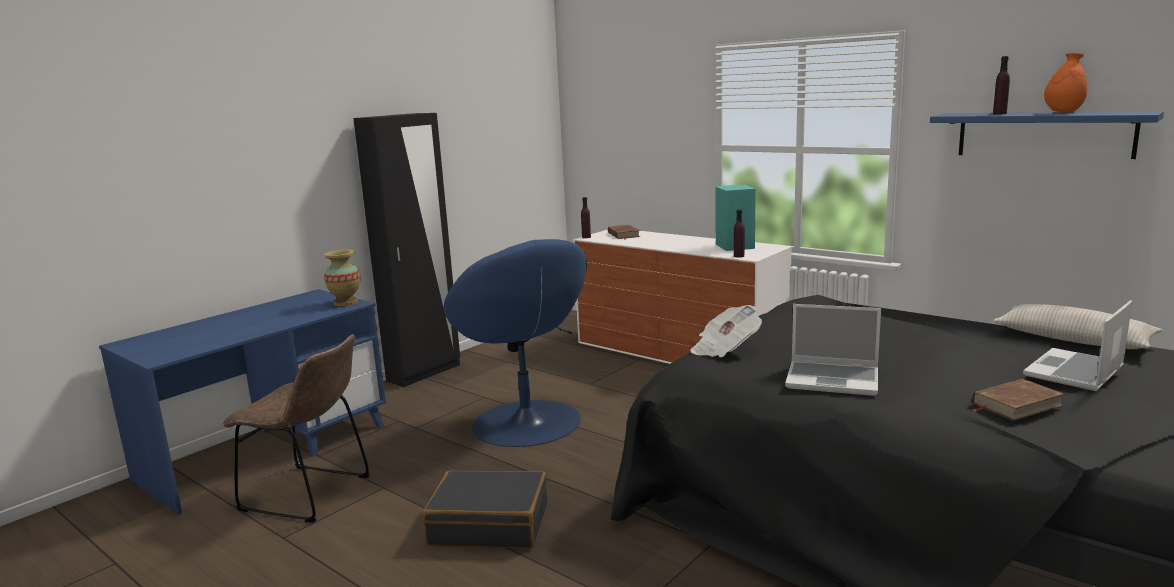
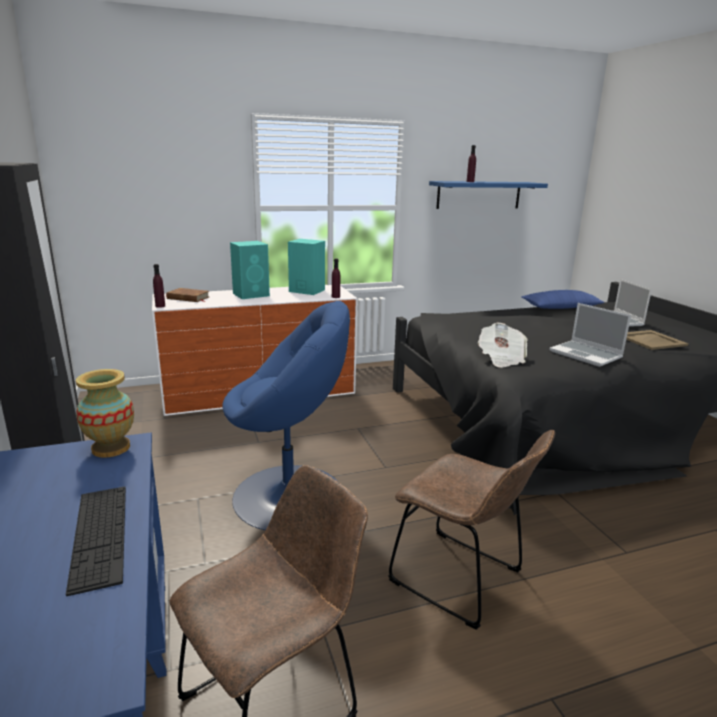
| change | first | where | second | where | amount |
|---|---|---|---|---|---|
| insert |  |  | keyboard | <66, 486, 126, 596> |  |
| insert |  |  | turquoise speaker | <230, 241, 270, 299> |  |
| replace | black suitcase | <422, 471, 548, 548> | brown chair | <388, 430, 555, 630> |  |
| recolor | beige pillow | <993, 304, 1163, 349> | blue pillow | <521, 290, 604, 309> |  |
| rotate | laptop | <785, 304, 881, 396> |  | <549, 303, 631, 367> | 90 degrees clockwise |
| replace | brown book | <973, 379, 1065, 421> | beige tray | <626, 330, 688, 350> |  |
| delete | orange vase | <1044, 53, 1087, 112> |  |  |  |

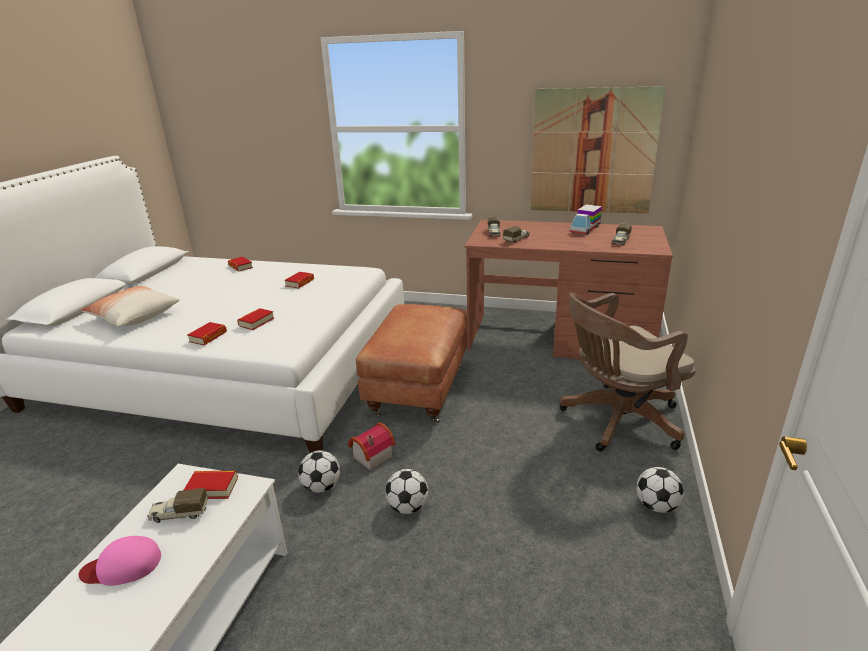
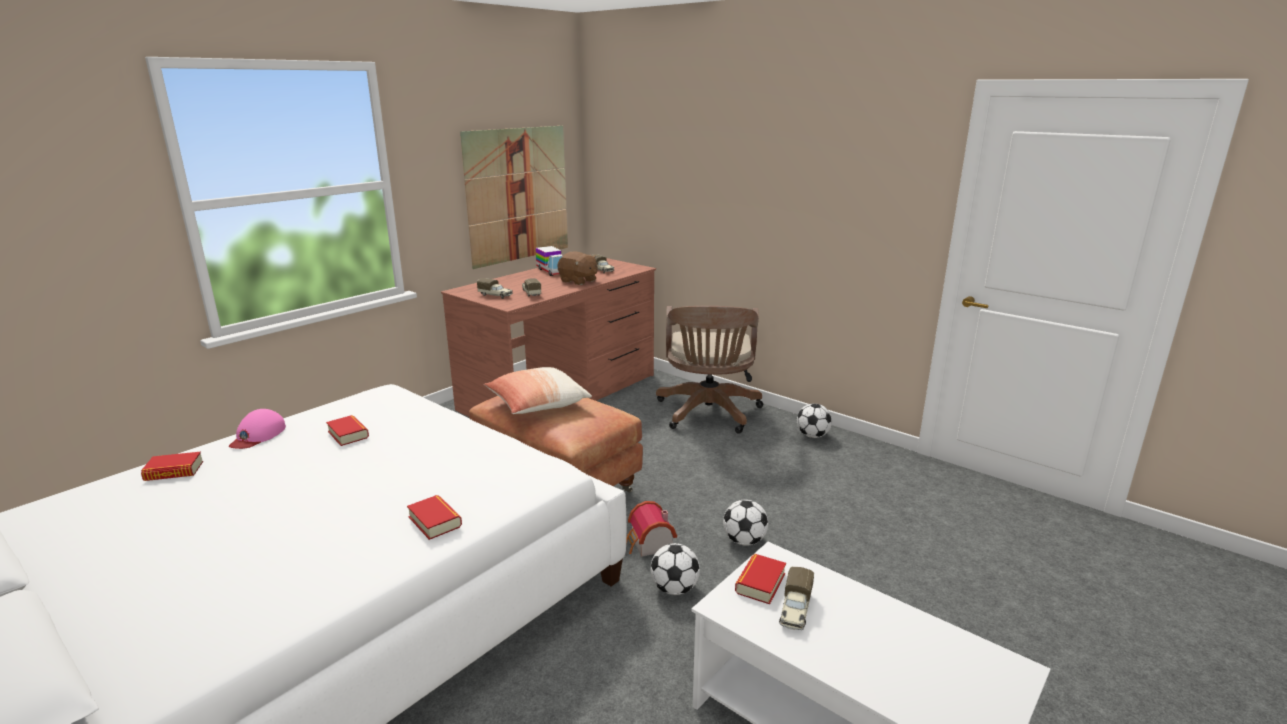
| change | first | where | second | where | amount |
|---|---|---|---|---|---|
| move | pink cap | <79, 536, 161, 586> |  | <229, 409, 286, 449> |  |
| move | pillow | <81, 286, 180, 327> |  | <484, 367, 592, 414> |  |
| insert |  |  | brown plush toy | <557, 252, 598, 285> |  |
| delete | book | <237, 308, 274, 330> |  |  |  |

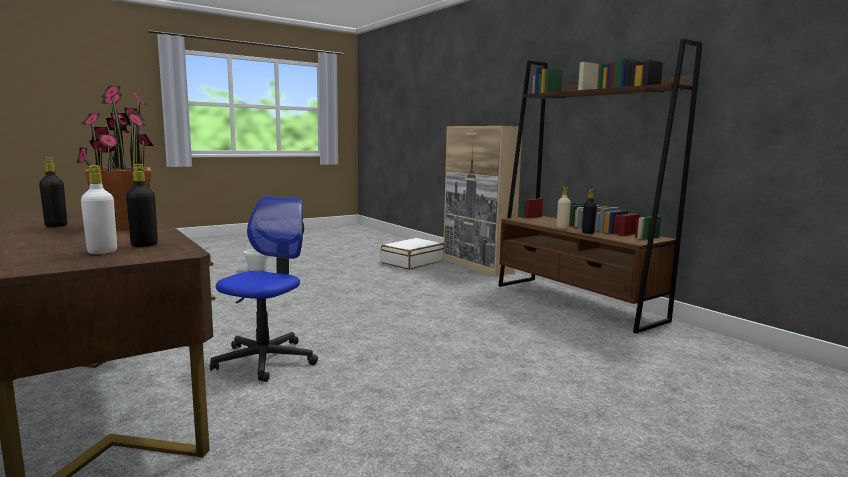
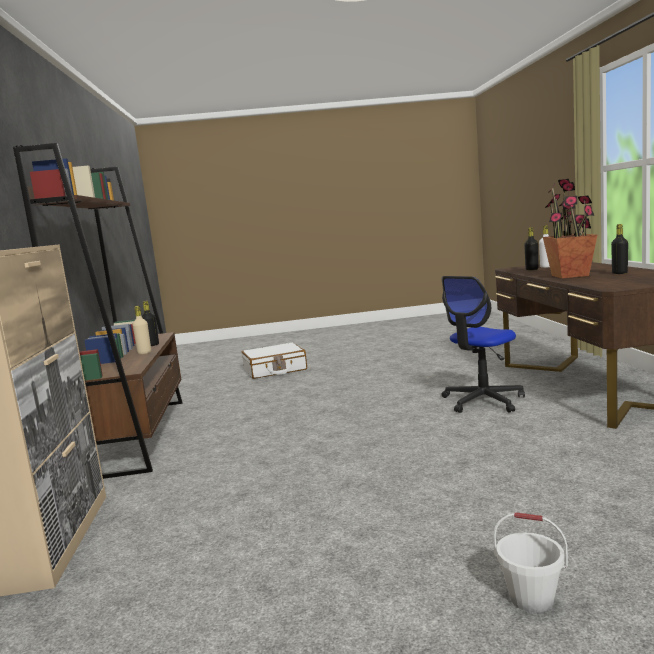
| change | first | where | second | where | amount |
|---|---|---|---|---|---|
| move | white suitcase | <381, 238, 444, 269> |  | <242, 343, 307, 379> |  |

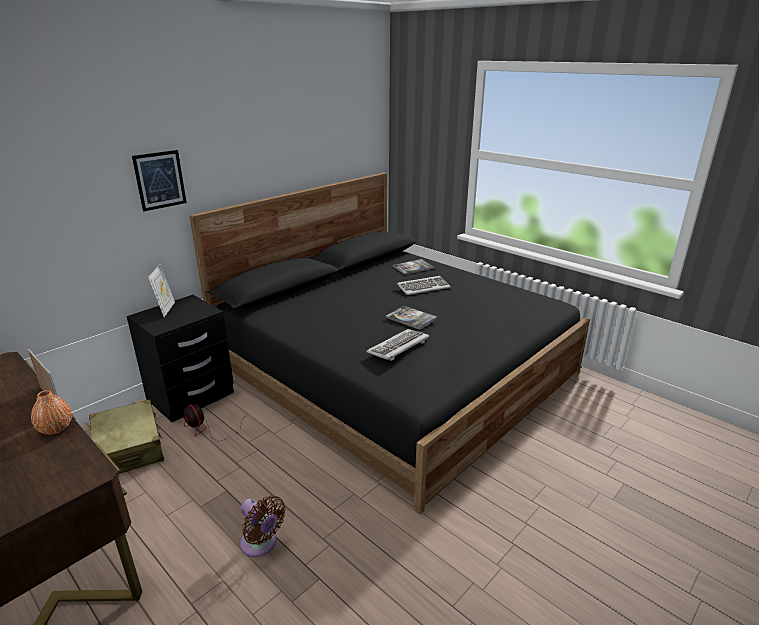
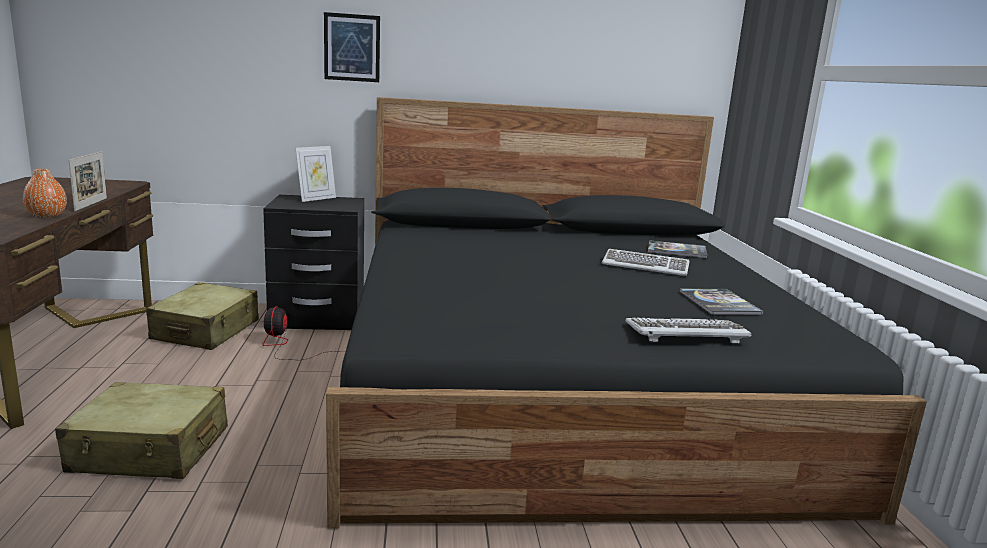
| change | first | where | second | where | amount |
|---|---|---|---|---|---|
| replace | brown fan | <240, 495, 286, 557> | beige suitcase | <55, 382, 228, 479> |  |
| move | keyboard | <366, 329, 429, 361> |  | <625, 317, 752, 343> |  |
| move | book | <385, 306, 438, 330> |  | <680, 288, 763, 315> |  |

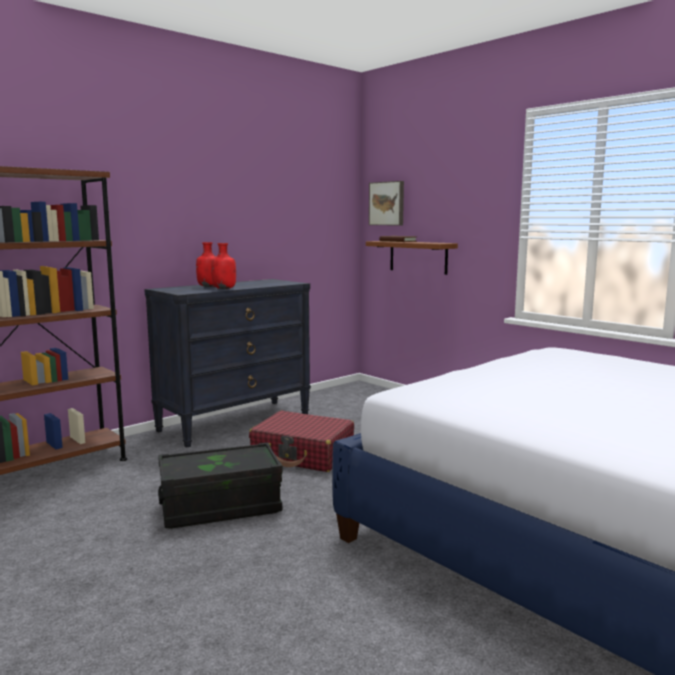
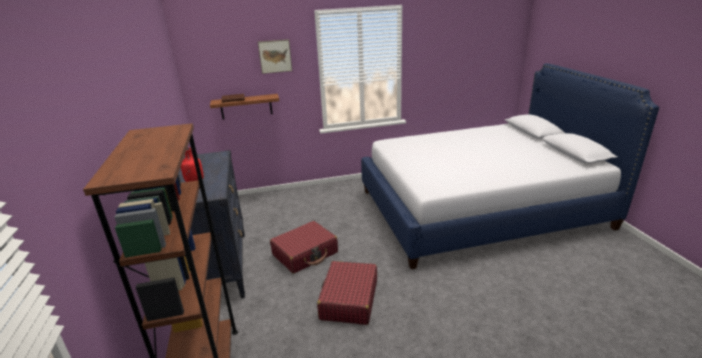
| change | first | where | second | where | amount |
|---|---|---|---|---|---|
| move | picture | <369, 181, 404, 226> |  | <258, 39, 292, 74> |  |
| replace | black storage box | <158, 442, 283, 529> | red suitcase | <317, 261, 377, 325> |  |
| delete | red bottle | <211, 243, 236, 289> |  |  |  |

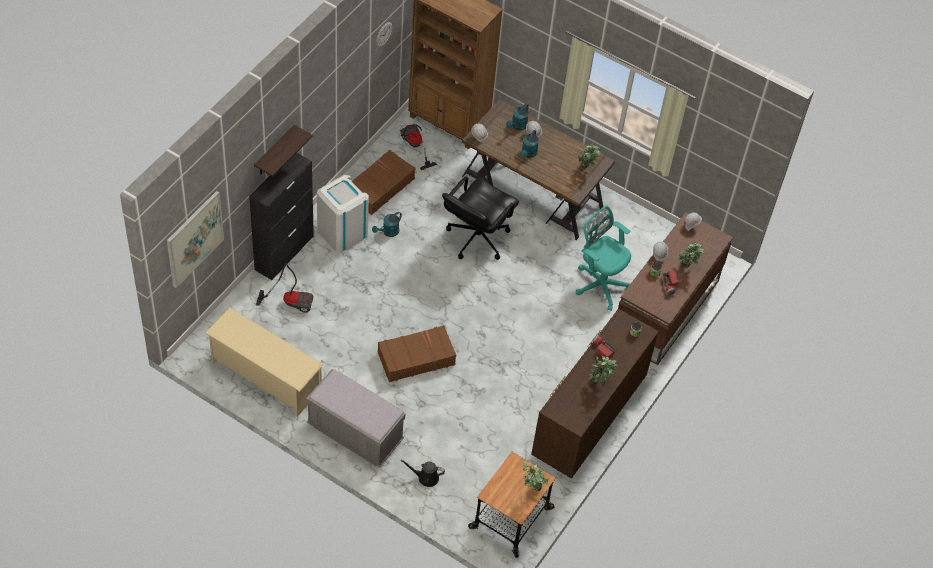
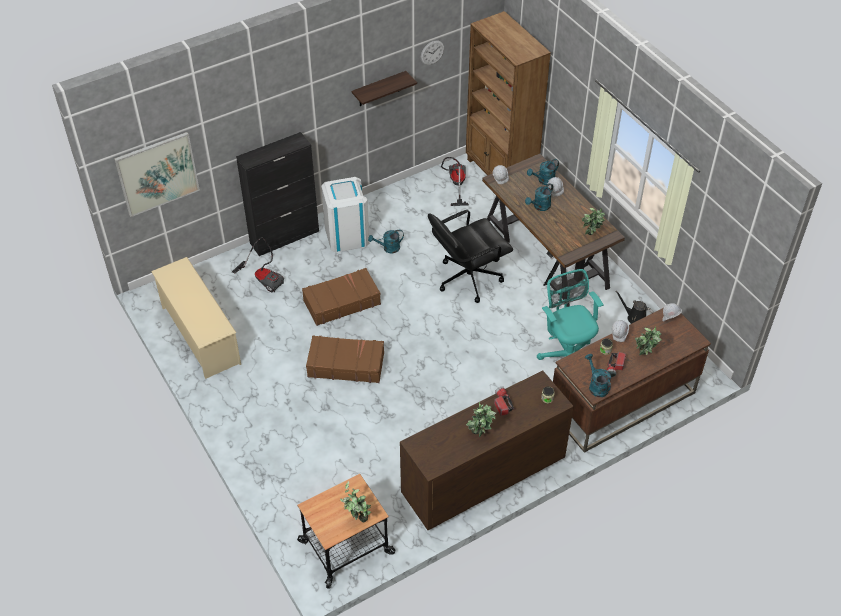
| change | first | where | second | where | amount |
|---|---|---|---|---|---|
| move | brown suitcase | <352, 150, 416, 215> |  | <302, 268, 381, 326> |  |
| move | shelf | <254, 125, 313, 177> |  | <352, 71, 417, 106> |  |
| insert |  |  | turquoise watering can | <585, 354, 611, 397> |  |
| move | black watering can | <400, 460, 445, 487> |  | <615, 291, 654, 324> |  |
| delete | grey bench | <306, 369, 405, 468> |  |  |  |

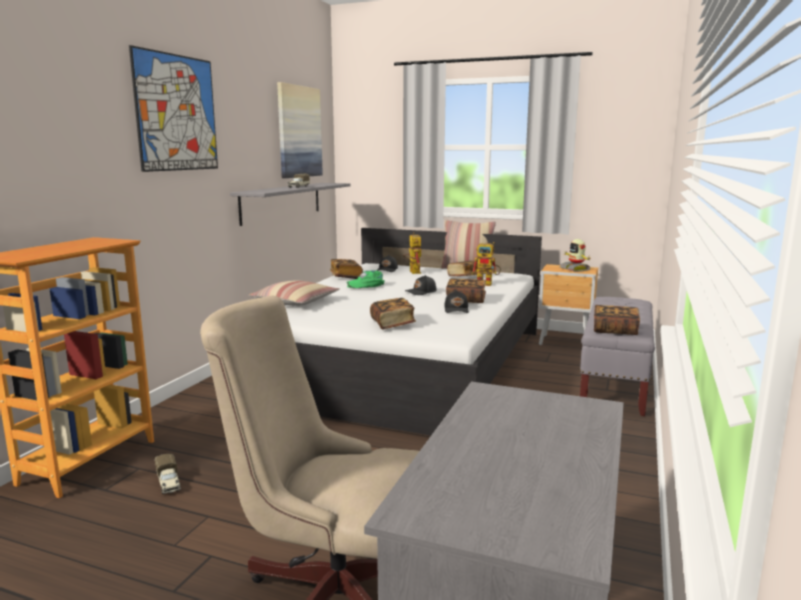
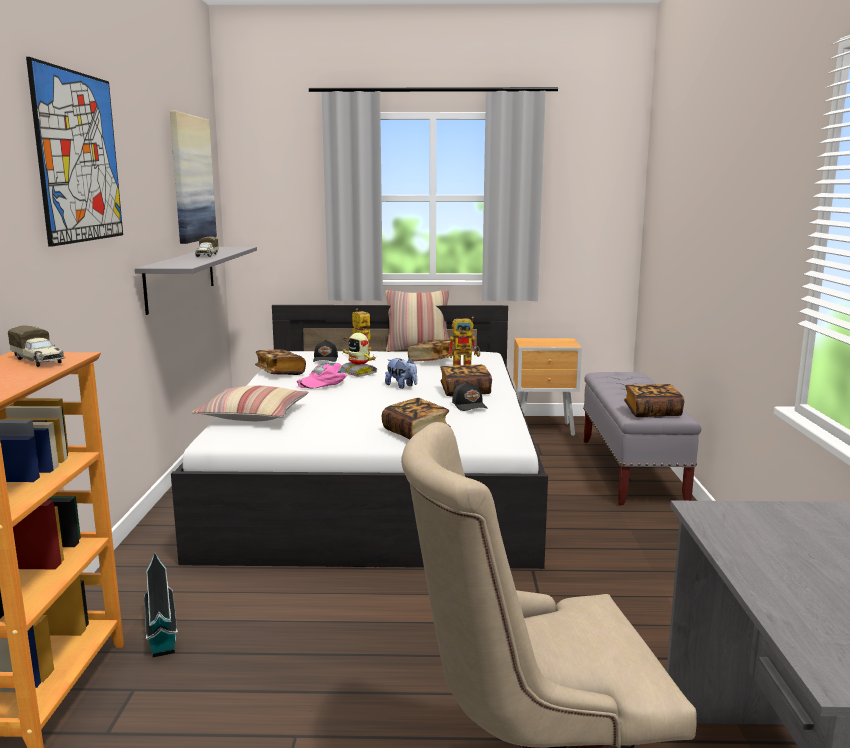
| change | first | where | second | where | amount |
|---|---|---|---|---|---|
| move | toy truck | <155, 454, 181, 494> |  | <8, 325, 65, 367> |  |
| insert |  |  | toy house | <144, 551, 178, 657> |  |
| recolor | green cap | <346, 270, 385, 288> | pink cap | <297, 363, 347, 388> |  |
| move | toy robot | <560, 239, 592, 272> |  | <342, 333, 377, 377> |  |
| replace | black cap | <405, 275, 437, 295> | plush toy | <385, 358, 417, 389> |  |

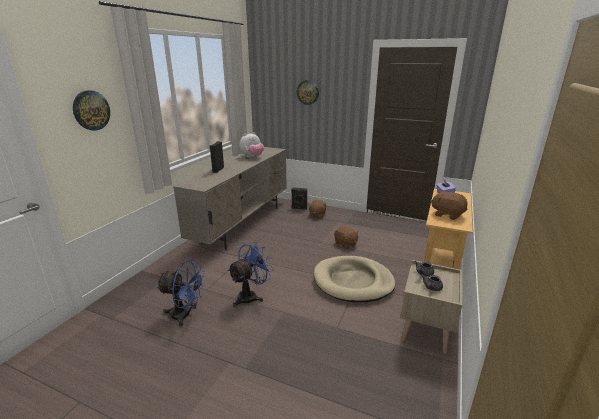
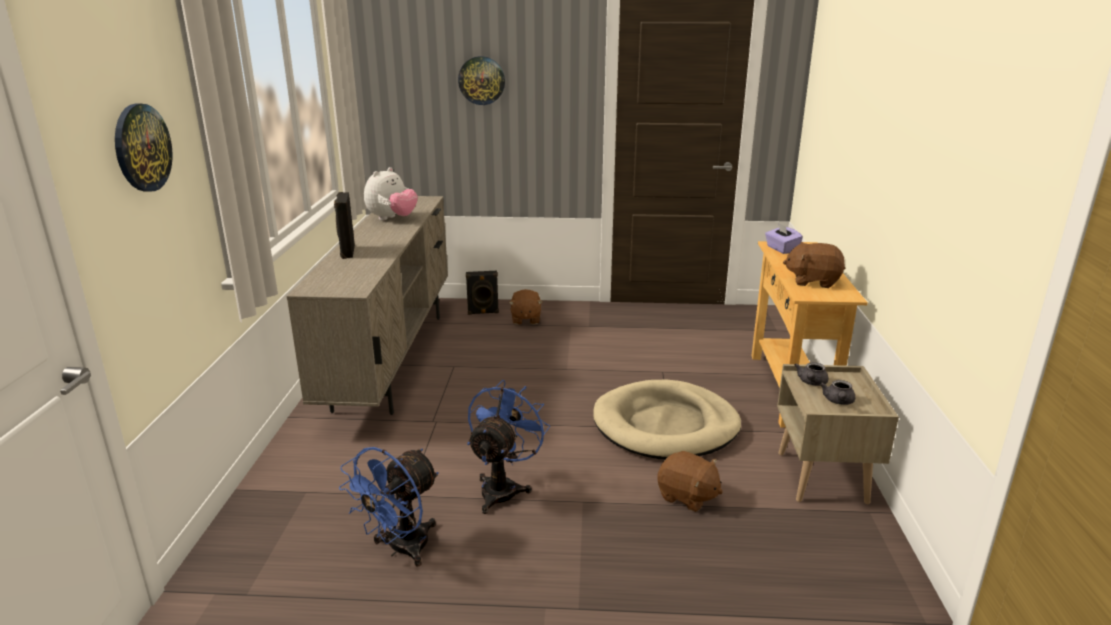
| change | first | where | second | where | amount |
|---|---|---|---|---|---|
| rotate | blue fan | <156, 261, 205, 326> |  | <339, 447, 439, 566> | 135 degrees clockwise |
| move | brown plush toy | <334, 226, 359, 249> |  | <657, 451, 723, 512> |  |

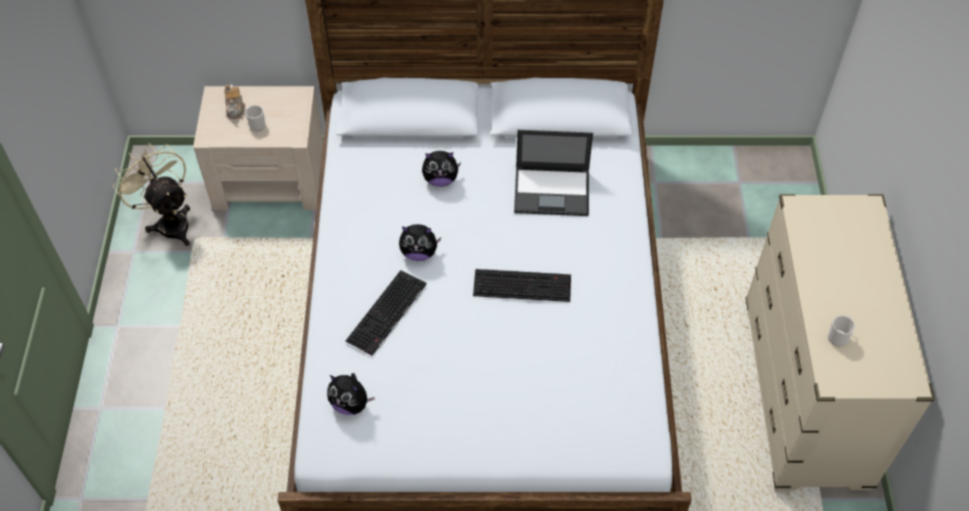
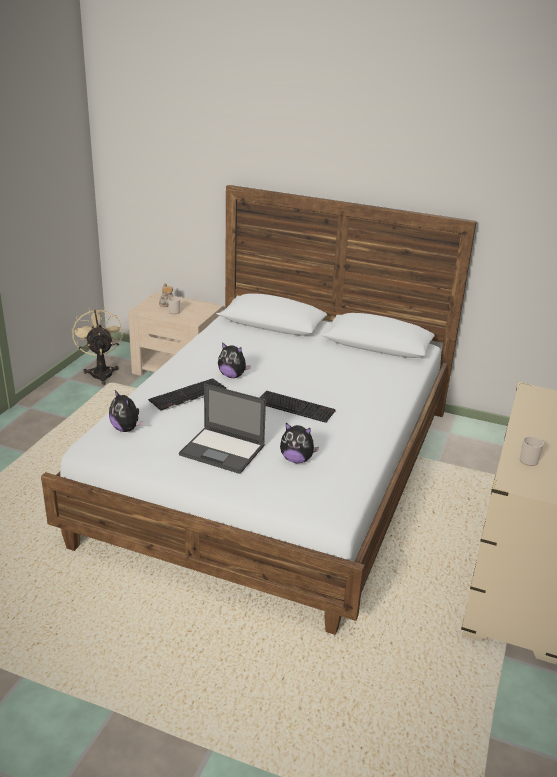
| change | first | where | second | where | amount |
|---|---|---|---|---|---|
| move | laptop | <514, 130, 593, 216> |  | <179, 383, 266, 474> |  |
| move | plush toy | <422, 151, 461, 187> |  | <280, 423, 319, 463> |  |

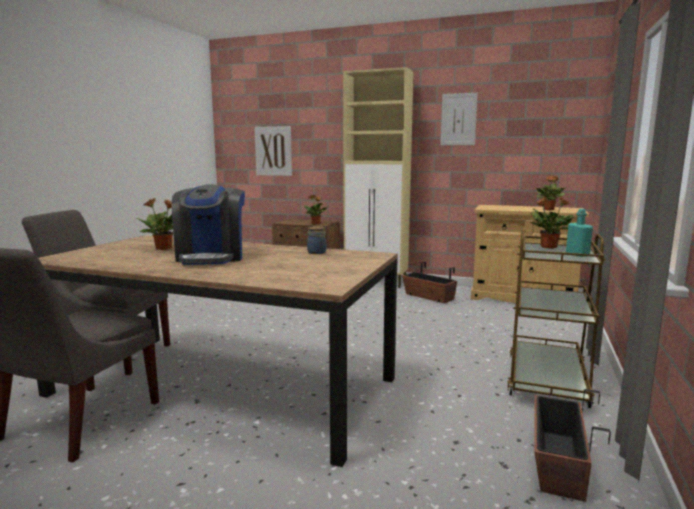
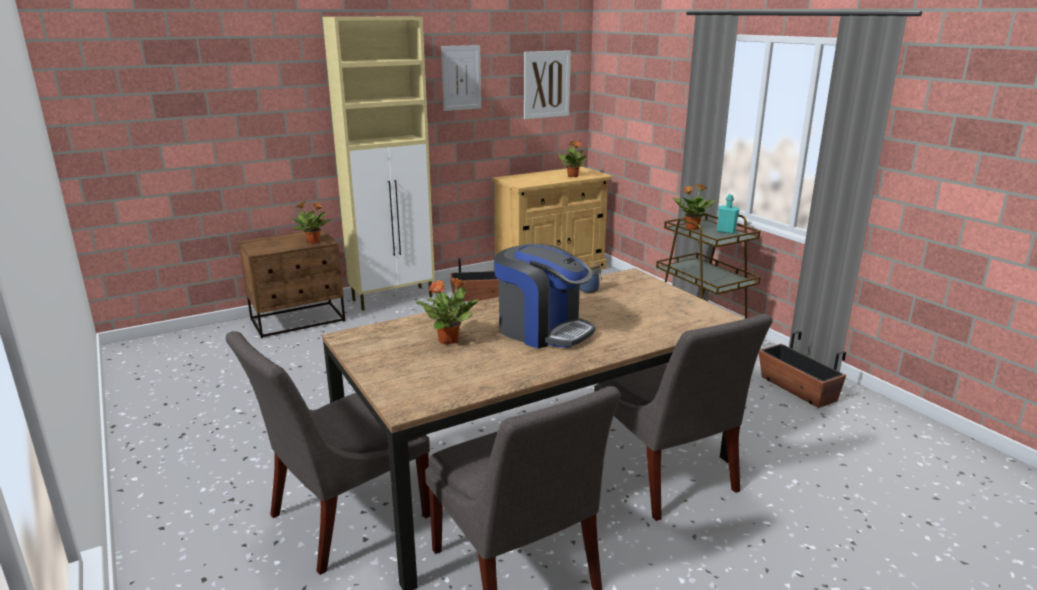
| change | first | where | second | where | amount |
|---|---|---|---|---|---|
| move | picture | <254, 126, 292, 176> |  | <524, 50, 571, 119> |  |
| insert |  |  | grey chair | <594, 314, 773, 521> |  |

